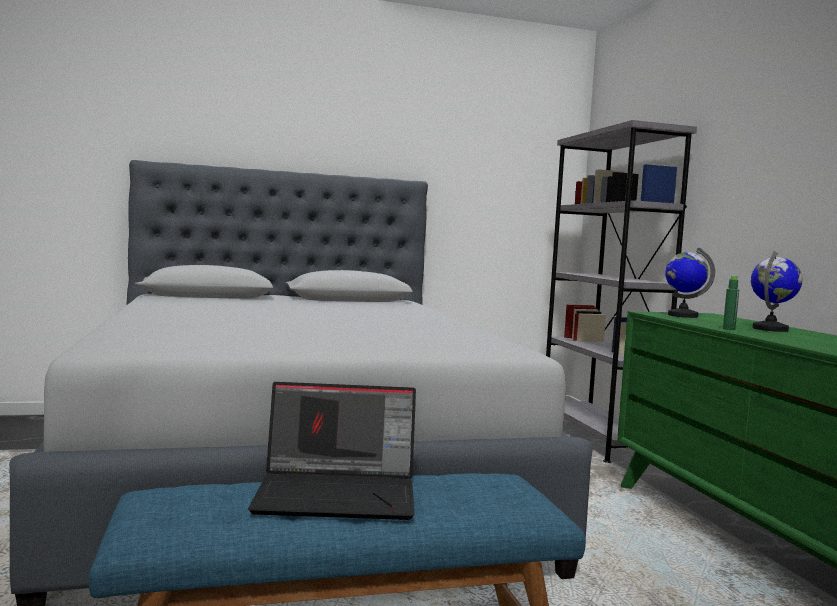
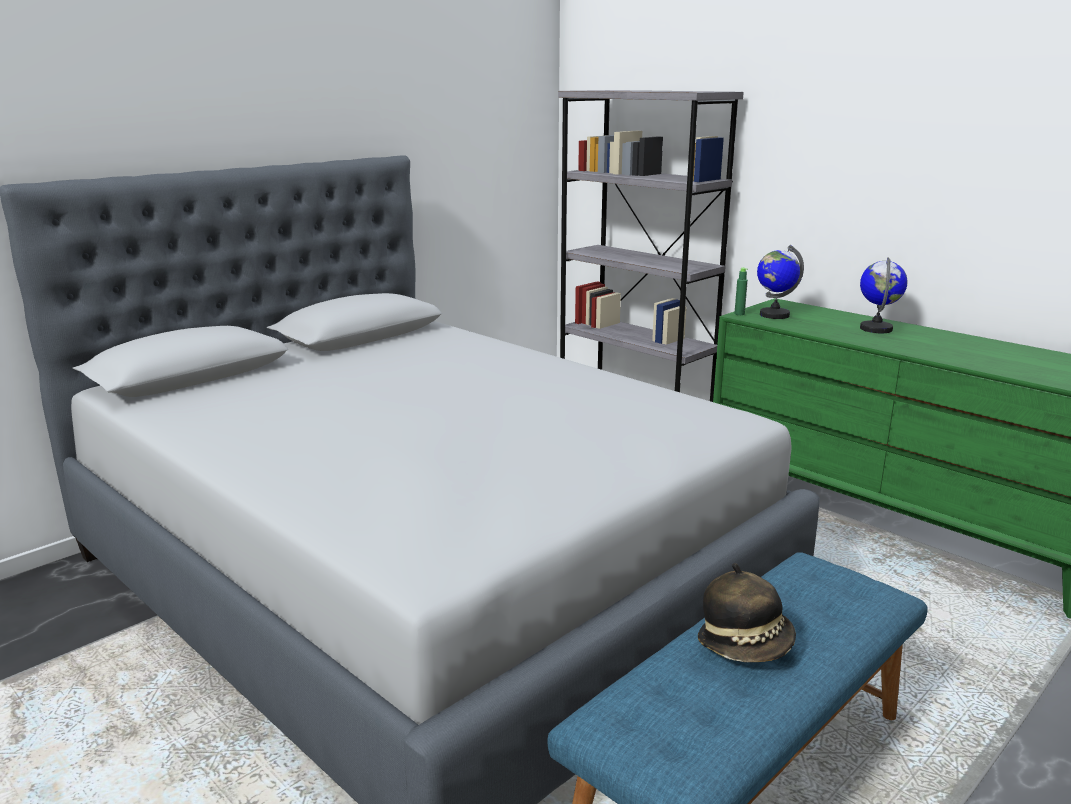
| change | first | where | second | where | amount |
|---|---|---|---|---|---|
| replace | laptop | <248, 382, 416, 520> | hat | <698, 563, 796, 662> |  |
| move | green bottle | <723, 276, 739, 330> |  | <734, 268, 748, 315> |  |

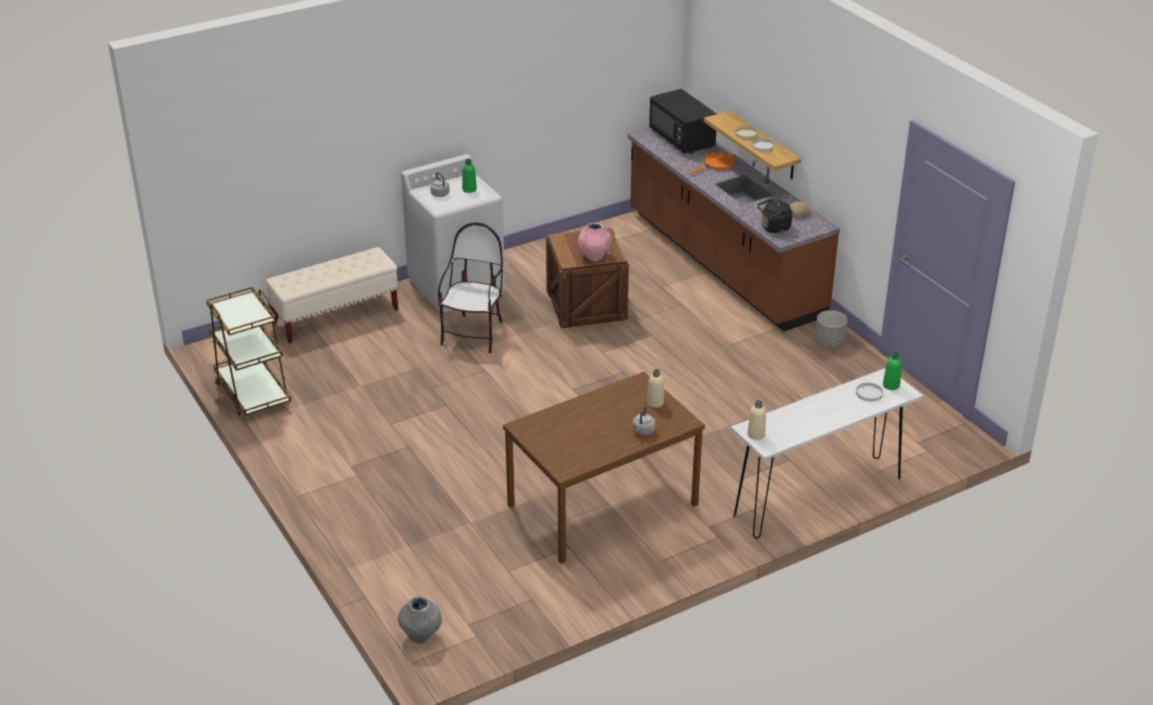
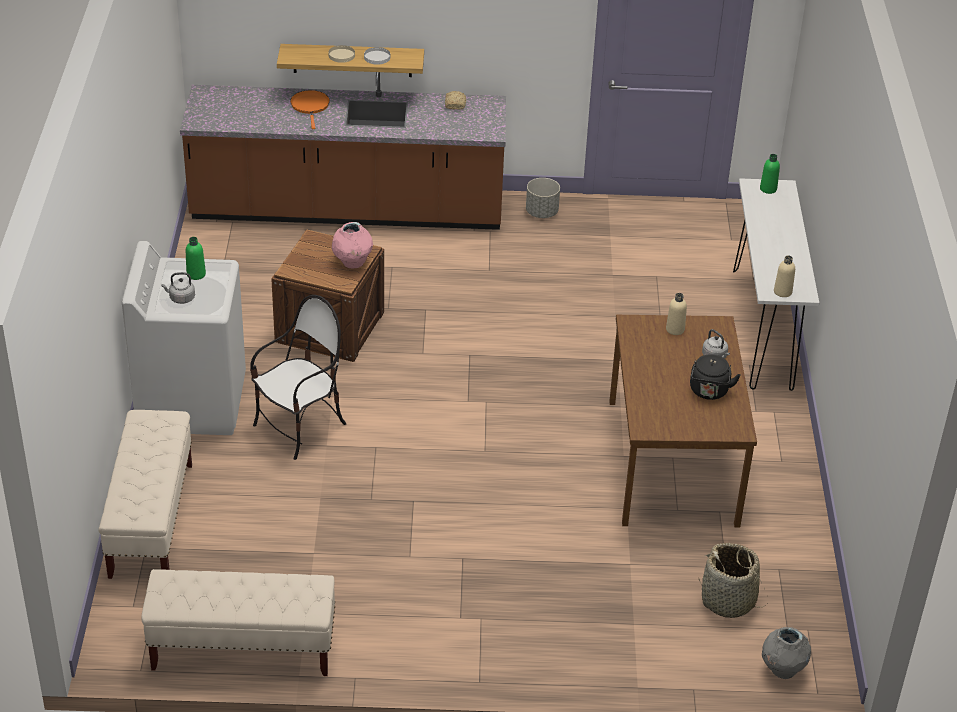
| change | first | where | second | where | amount |
|---|---|---|---|---|---|
| replace | brown cart | <206, 286, 291, 416> | beige bench | <141, 569, 335, 676> |  |
| rotate | chair | <438, 222, 503, 353> |  | <250, 295, 346, 460> | 90 degrees clockwise |
| move | black kettle | <758, 198, 792, 233> |  | <690, 354, 741, 400> |  |
| insert |  |  | basket | <699, 543, 768, 618> |  |
| delete | black microwave | <649, 89, 716, 154> |  |  |  |
| delete | white plate | <856, 383, 883, 402> |  |  |  |

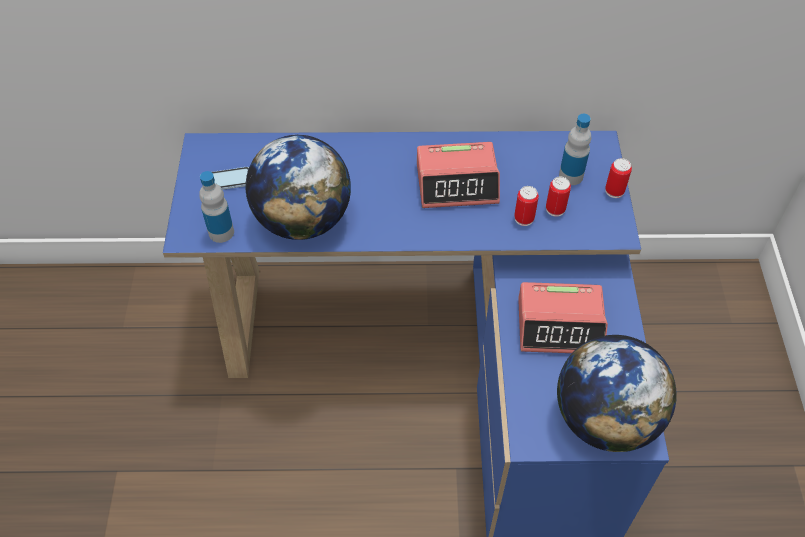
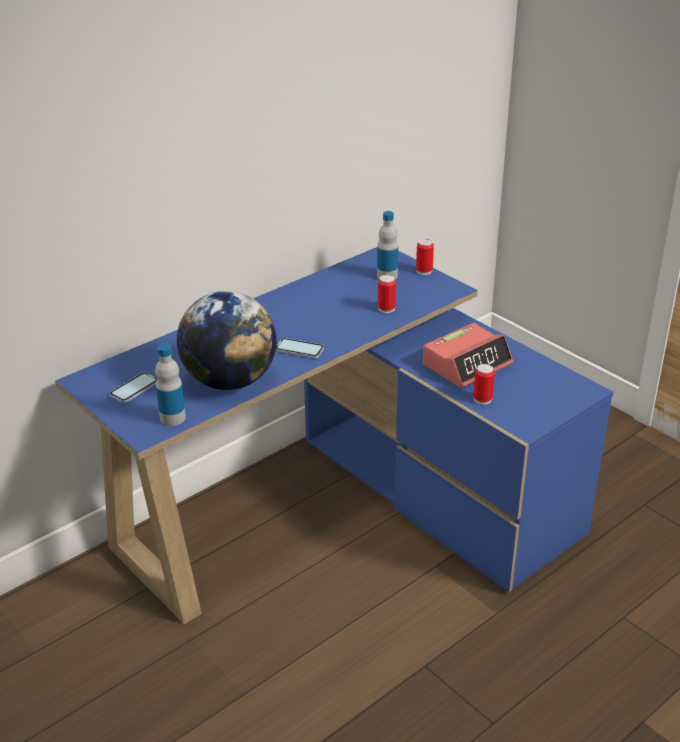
| change | first | where | second | where | amount |
|---|---|---|---|---|---|
| insert |  |  | phone | <276, 338, 324, 358> |  |
| move | can | <546, 177, 571, 217> |  | <473, 364, 495, 405> |  |
| delete | alarm clock | <417, 142, 500, 208> |  |  |  |
| delete | globe | <557, 335, 677, 452> |  |  |  |

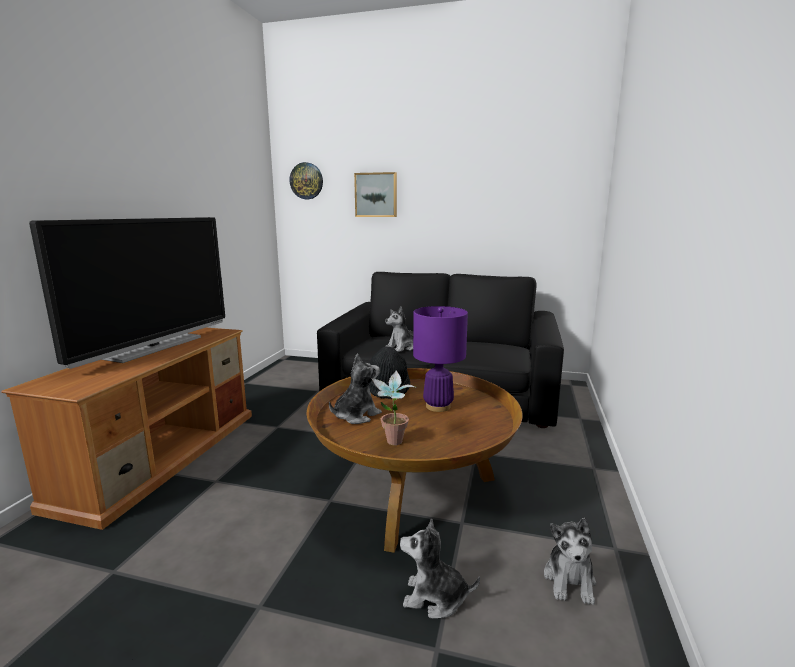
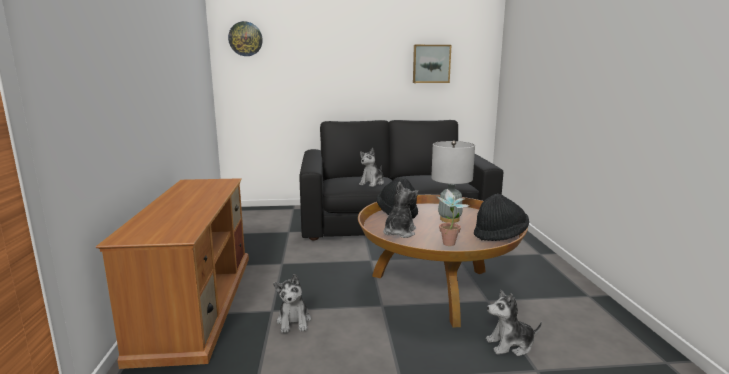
| change | first | where | second | where | amount |
|---|---|---|---|---|---|
| move | plush toy | <544, 518, 596, 605> |  | <274, 274, 311, 333> |  |
| move | picture | <354, 172, 397, 217> |  | <413, 45, 451, 83> |  |
| recolor | purple table lamp | <413, 306, 468, 412> | grey table lamp | <431, 141, 475, 223> |  |
| insert |  |  | black hat | <474, 194, 529, 241> |  |
| delete | television | <29, 217, 225, 369> |  |  |  |

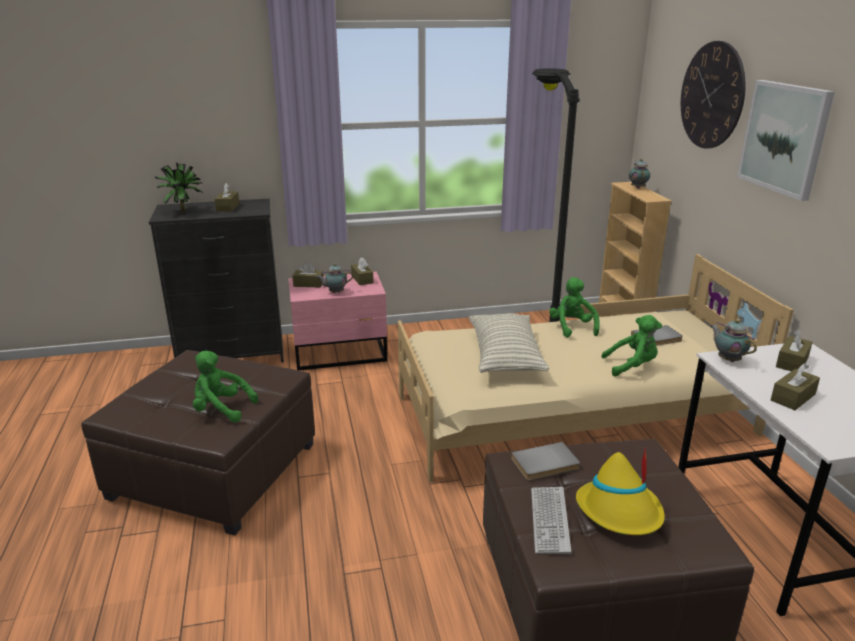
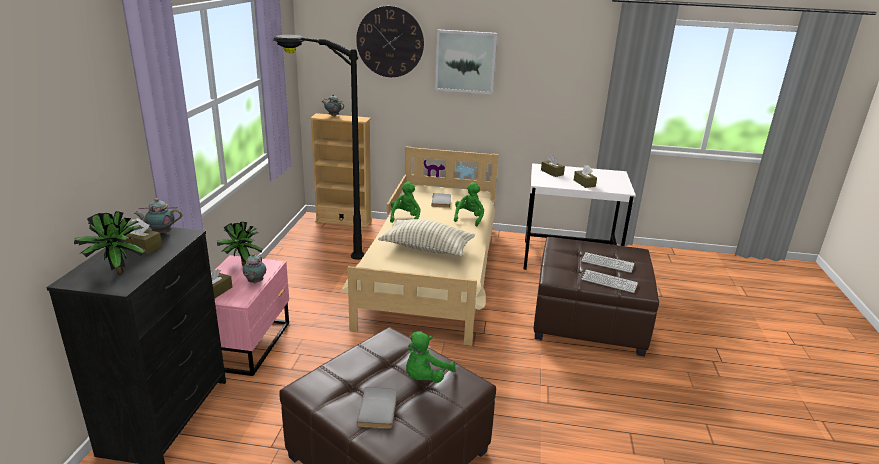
| change | first | where | second | where | amount |
|---|---|---|---|---|---|
| move | teapot | <711, 319, 757, 362> |  | <134, 198, 182, 234> |  |
| replace | brown tissue box | <351, 257, 373, 285> | potted plant | <217, 222, 263, 266> |  |
| move | grey book | <511, 442, 580, 480> |  | <357, 387, 397, 429> |  |
| rotate | green plush toy | <549, 277, 600, 337> |  | <390, 182, 421, 223> | 90 degrees clockwise |
| replace | yellow hat | <576, 447, 665, 535> | keyboard | <582, 252, 634, 273> |  |

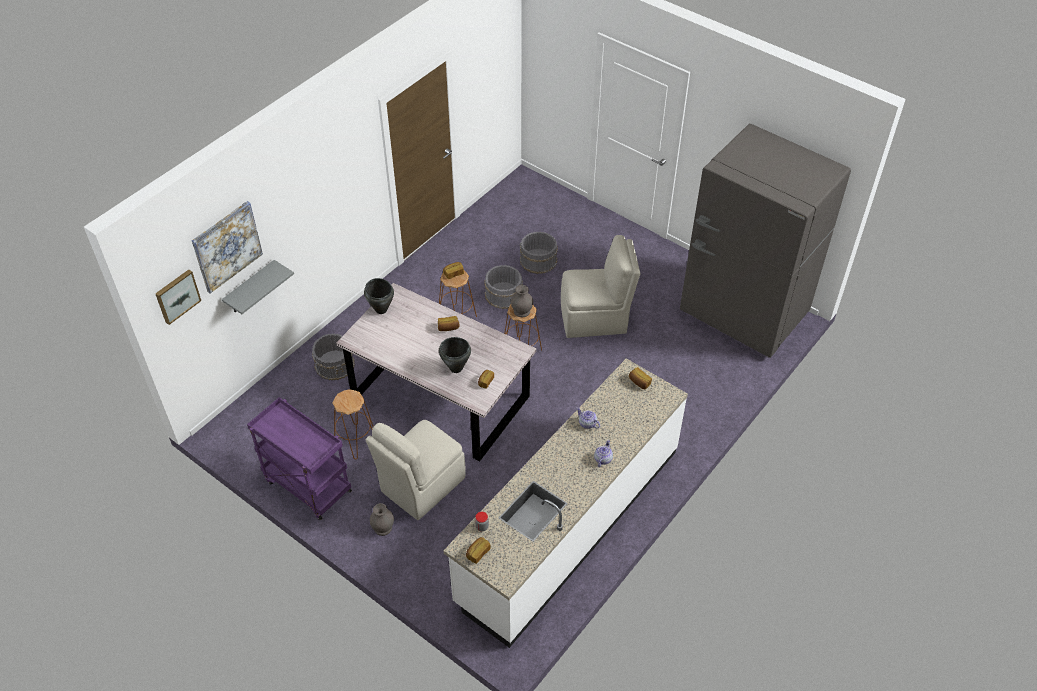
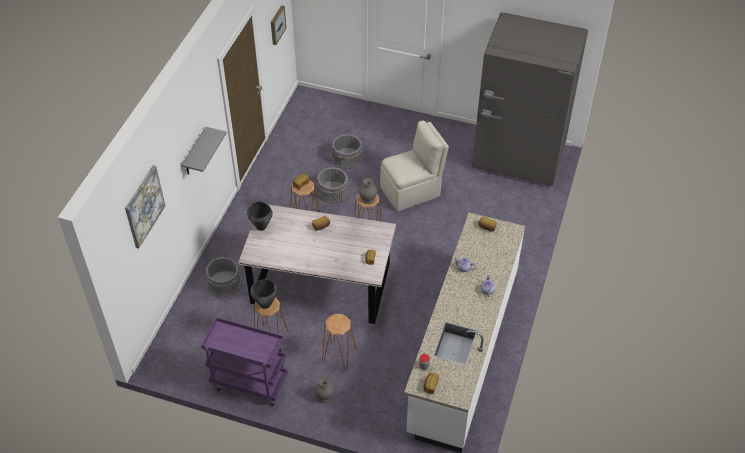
| change | first | where | second | where | amount |
|---|---|---|---|---|---|
| move | grey shelf | <222, 260, 294, 314> |  | <181, 127, 227, 175> |  |
| move | black cooking pot | <439, 337, 471, 373> |  | <250, 279, 277, 309> |  |
| move | picture | <155, 270, 201, 325> |  | <271, 5, 286, 45> |  |
| replace | beige chair | <366, 420, 466, 520> | brown stool | <322, 314, 357, 370> |  |

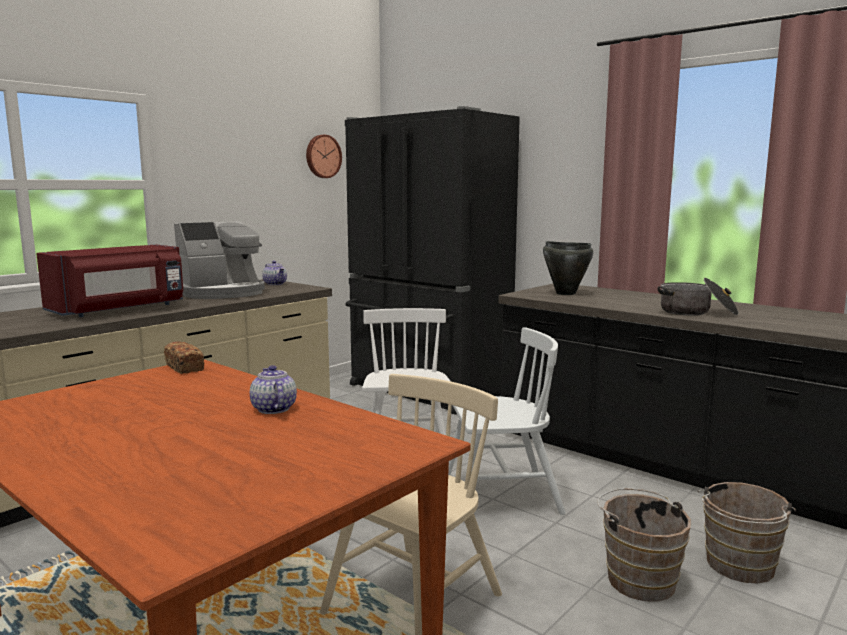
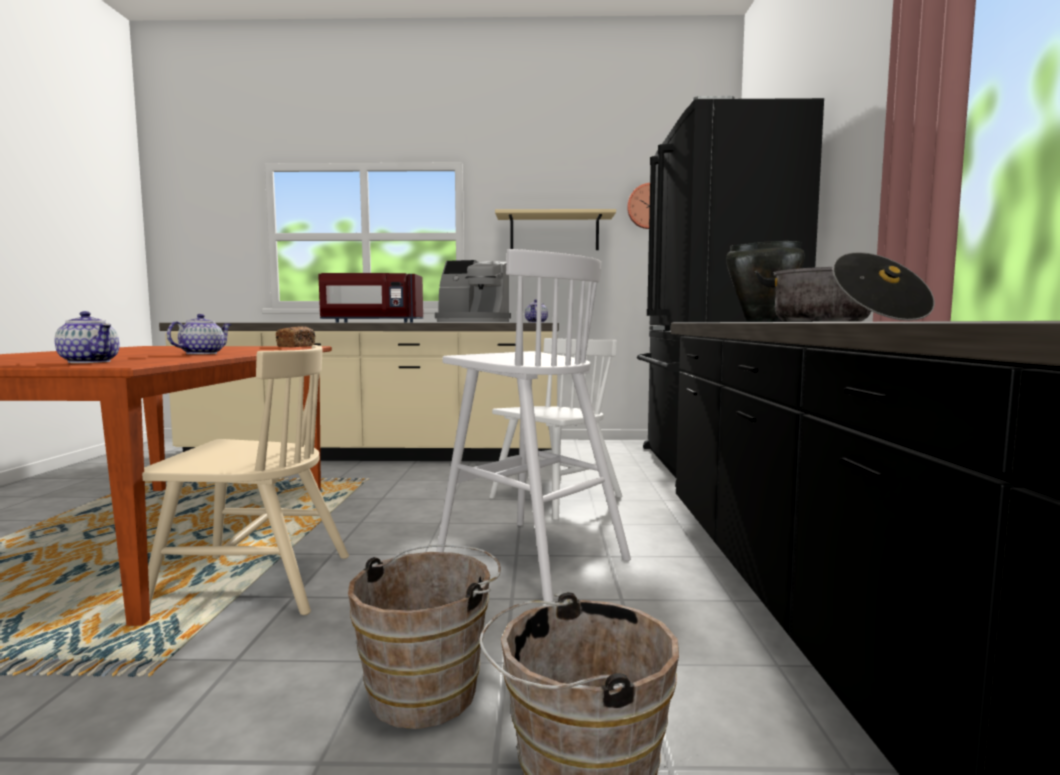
| change | first | where | second | where | amount |
|---|---|---|---|---|---|
| insert |  |  | teapot | <55, 311, 120, 363> |  |
| replace | white chair | <448, 327, 566, 515> | white stool | <436, 249, 631, 602> |  |
| insert |  |  | beige shelf | <495, 209, 616, 250> |  |

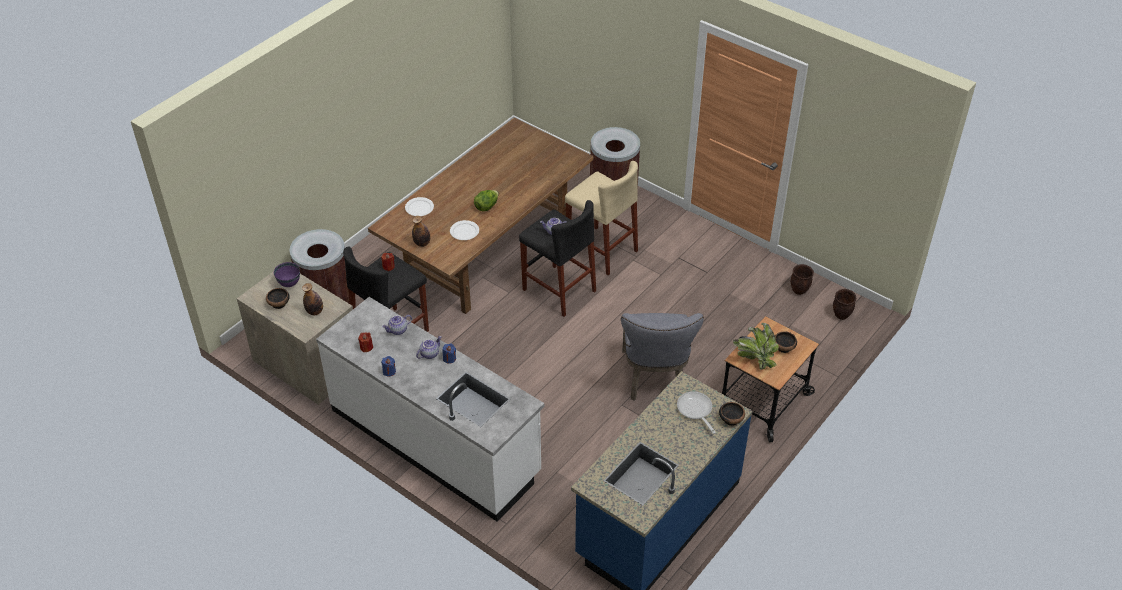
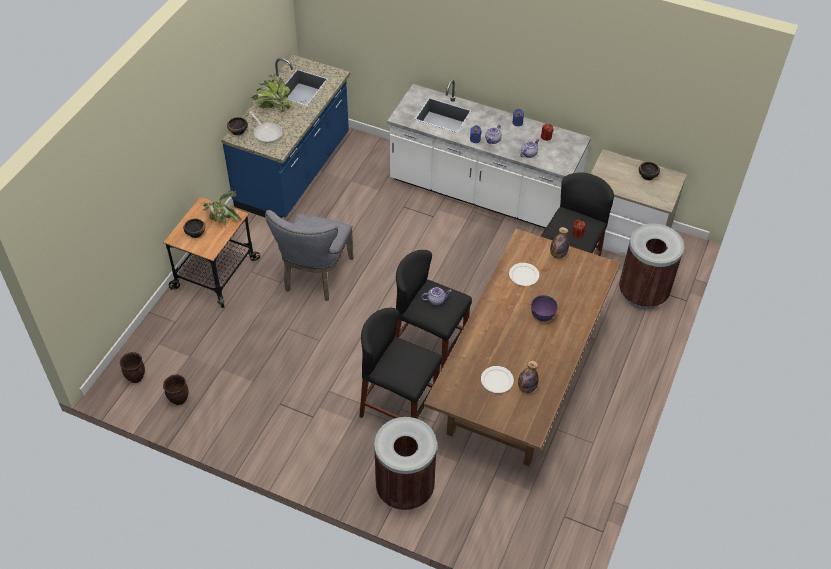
| change | first | where | second | where | amount |
|---|---|---|---|---|---|
| insert |  |  | potted plant | <251, 74, 293, 112> |  |
| rotate | grey chair | <621, 313, 704, 401> |  | <265, 210, 354, 301> | 150 degrees counterclockwise |
| recolor | beige stool | <565, 161, 638, 275> | black stool | <359, 308, 442, 419> |  |
| move | white plate | <405, 197, 434, 216> |  | <481, 366, 514, 393> |  |
| move | bottle | <302, 283, 323, 315> |  | <518, 360, 539, 393> |  |
| move | purple bowl | <274, 262, 300, 287> |  | <531, 295, 558, 322> |  |
| delete | lettuce | <474, 190, 499, 211> |  |  |  |

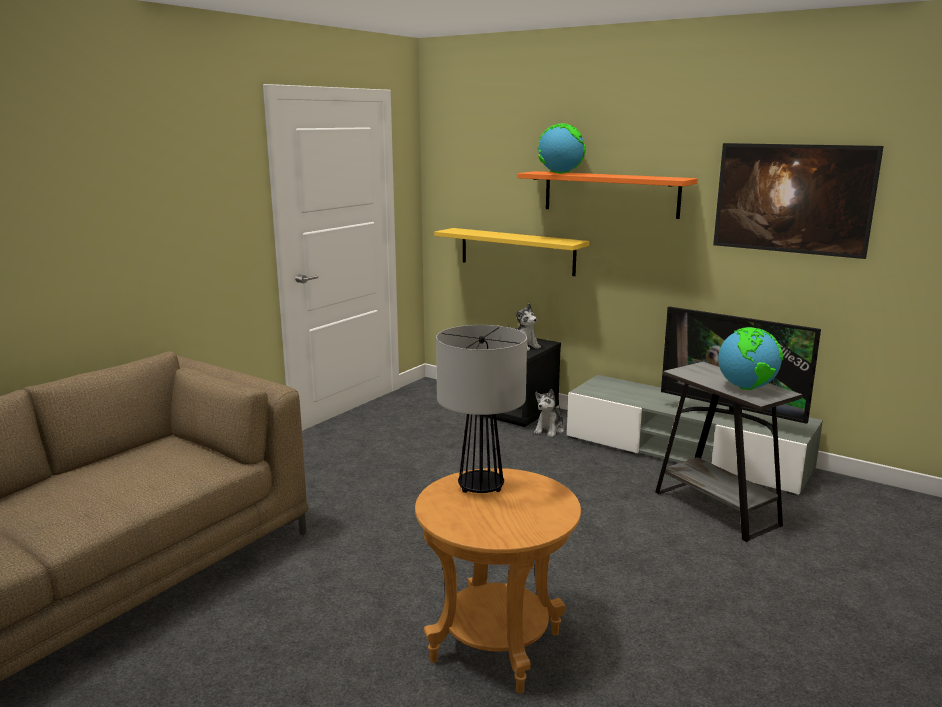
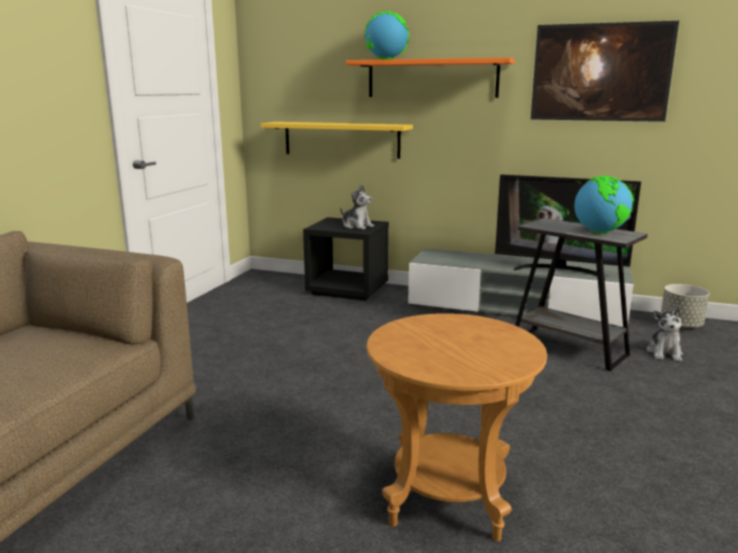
| change | first | where | second | where | amount |
|---|---|---|---|---|---|
| move | plush toy | <534, 389, 564, 437> |  | <647, 306, 683, 362> |  |
| insert |  |  | grey planter | <661, 284, 709, 329> |  |
| delete | table lamp | <436, 325, 527, 493> |  |  |  |

